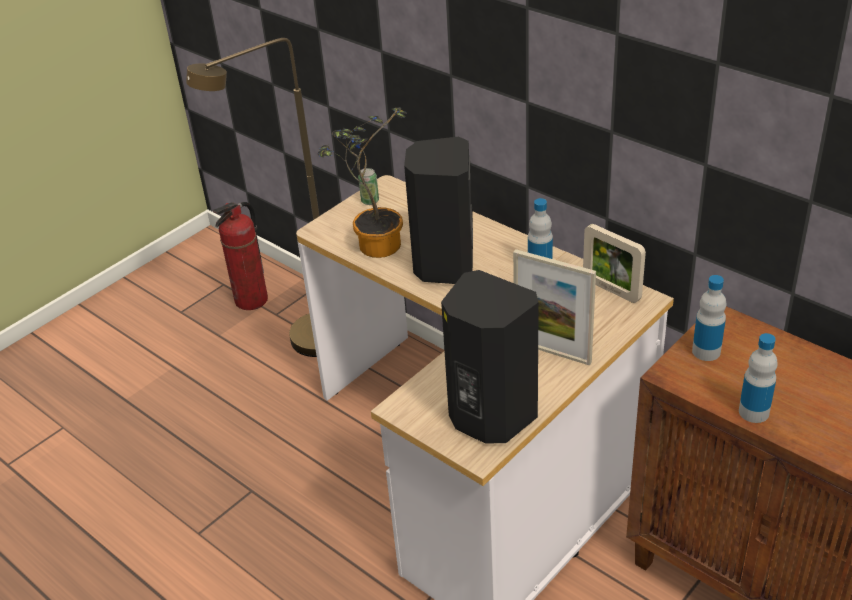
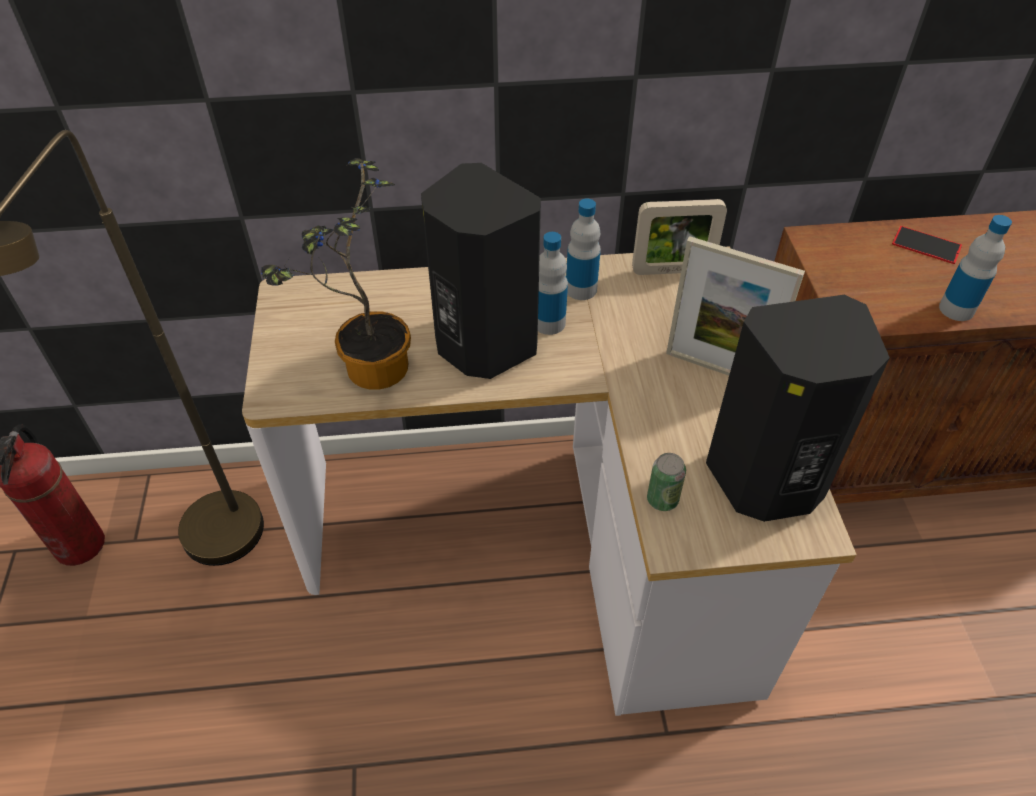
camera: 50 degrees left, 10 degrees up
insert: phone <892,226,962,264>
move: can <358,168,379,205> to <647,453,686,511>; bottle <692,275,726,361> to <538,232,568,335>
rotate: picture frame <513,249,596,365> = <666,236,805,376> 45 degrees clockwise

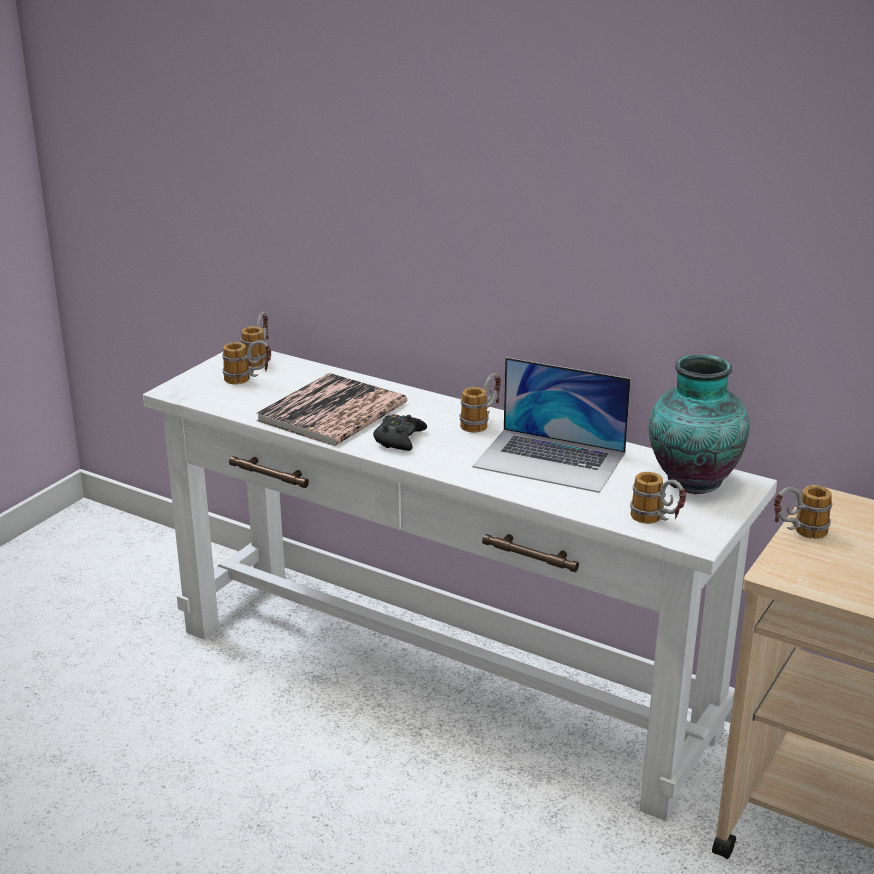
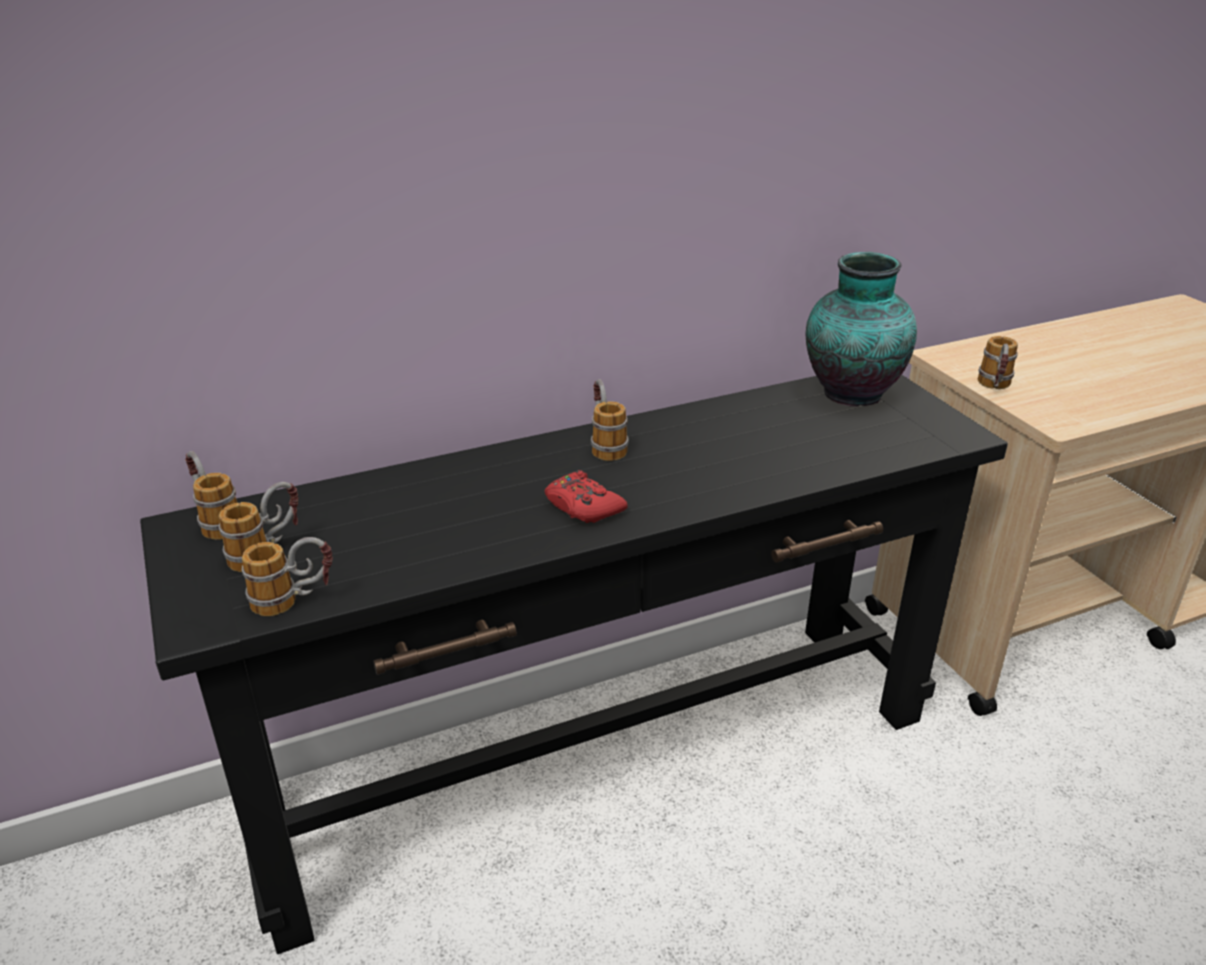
camera: 55 degrees left, 5 degrees up
delete: laptop <473,358,631,493>; book <256,373,407,446>
move: mug <630,472,686,524> to <242,537,333,616>
recolor: console table/white <143,351,777,821> to console table/black <140,375,1008,954>; game controller/black <373,414,427,451> to game controller/red <545,470,628,523>

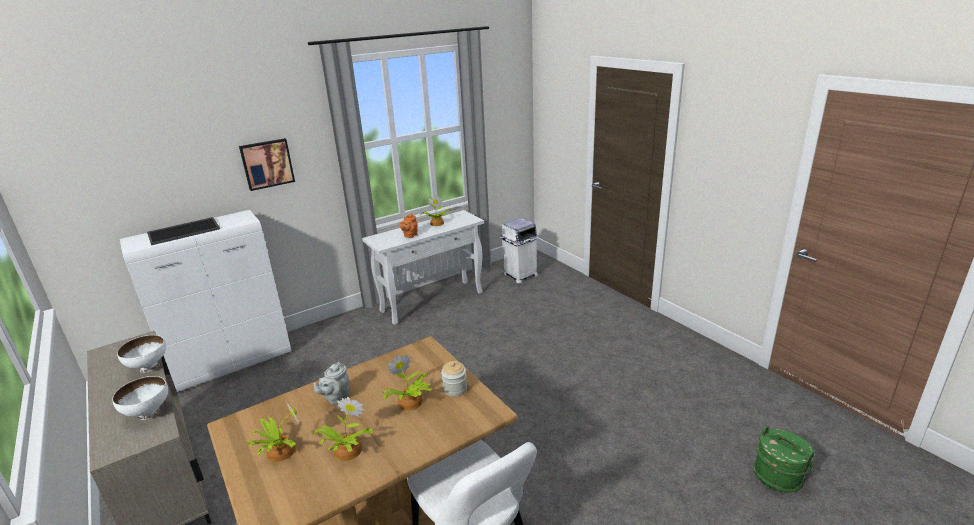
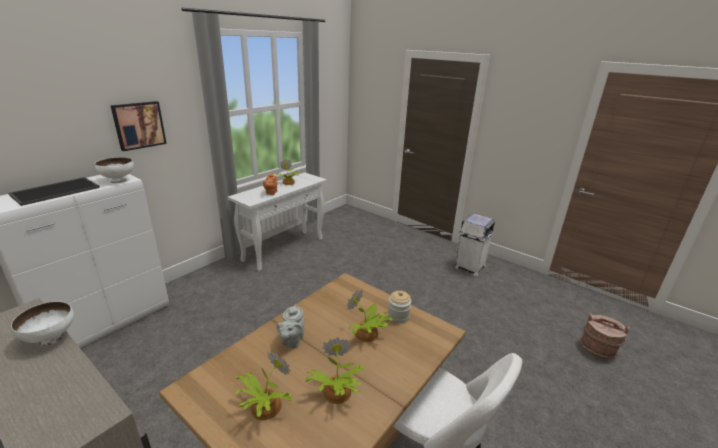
camera: 20 degrees left, 0 degrees up
move: trash can/white <500,218,539,283> to <455,213,495,276>; bowl/white <112,376,168,420> to <95,157,134,183>
recolor: bucket/green <753,425,815,493> to bucket/brown <580,313,630,360>

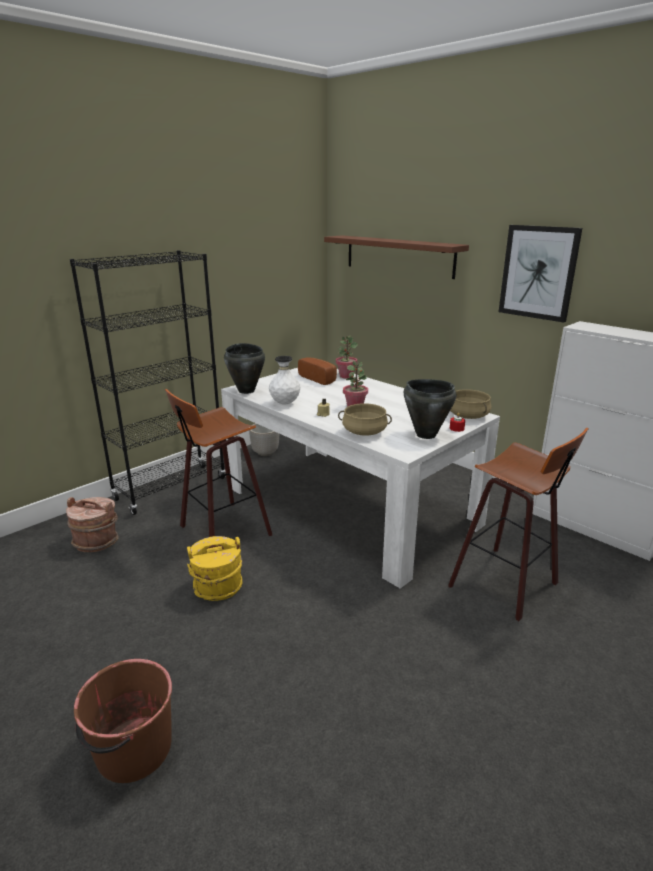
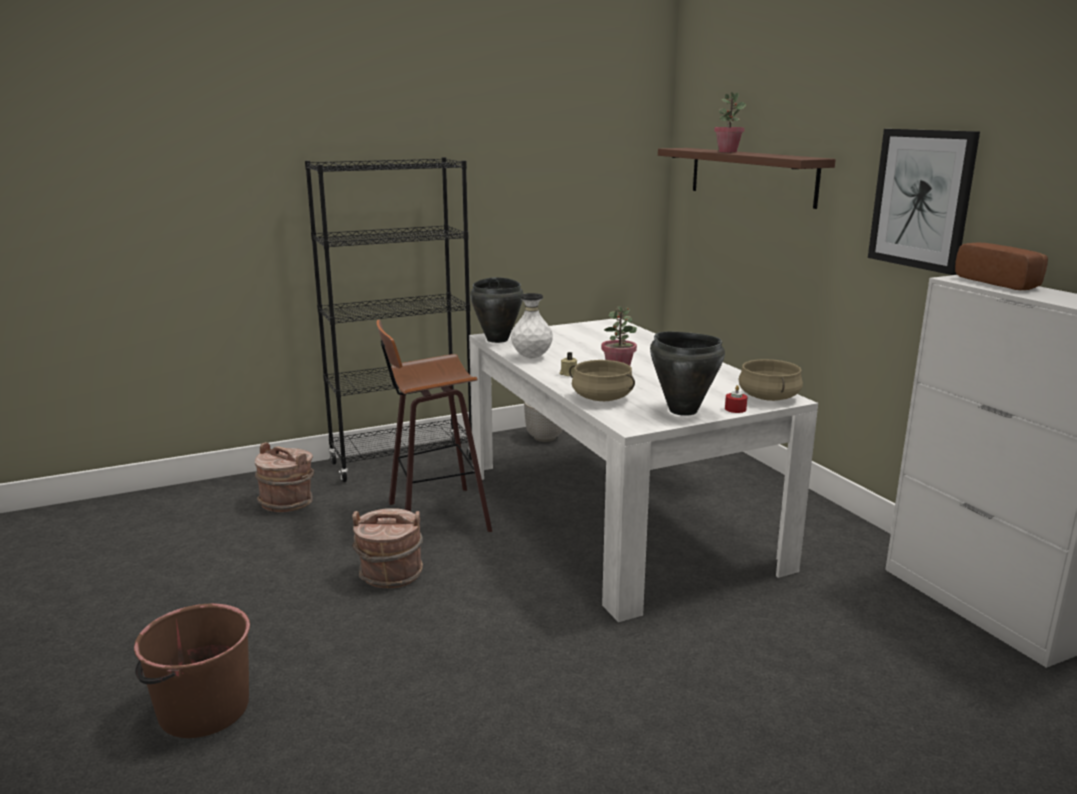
camera: 20 degrees right, 5 degrees down
delete: stool <448,428,589,621>
move: potted plant <336,335,358,378> to <714,92,746,153>; bread <298,357,337,385> to <955,243,1048,290>
recolor: bucket/yellow <187,536,242,601> to bucket/brown <352,508,423,588>

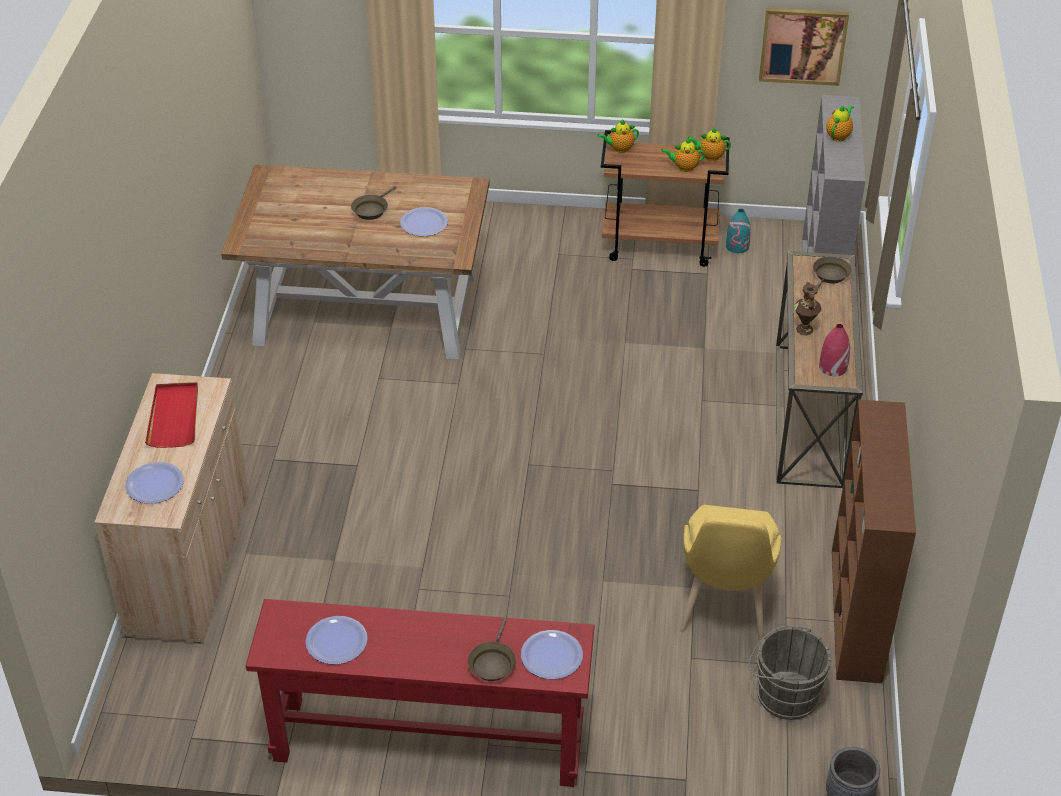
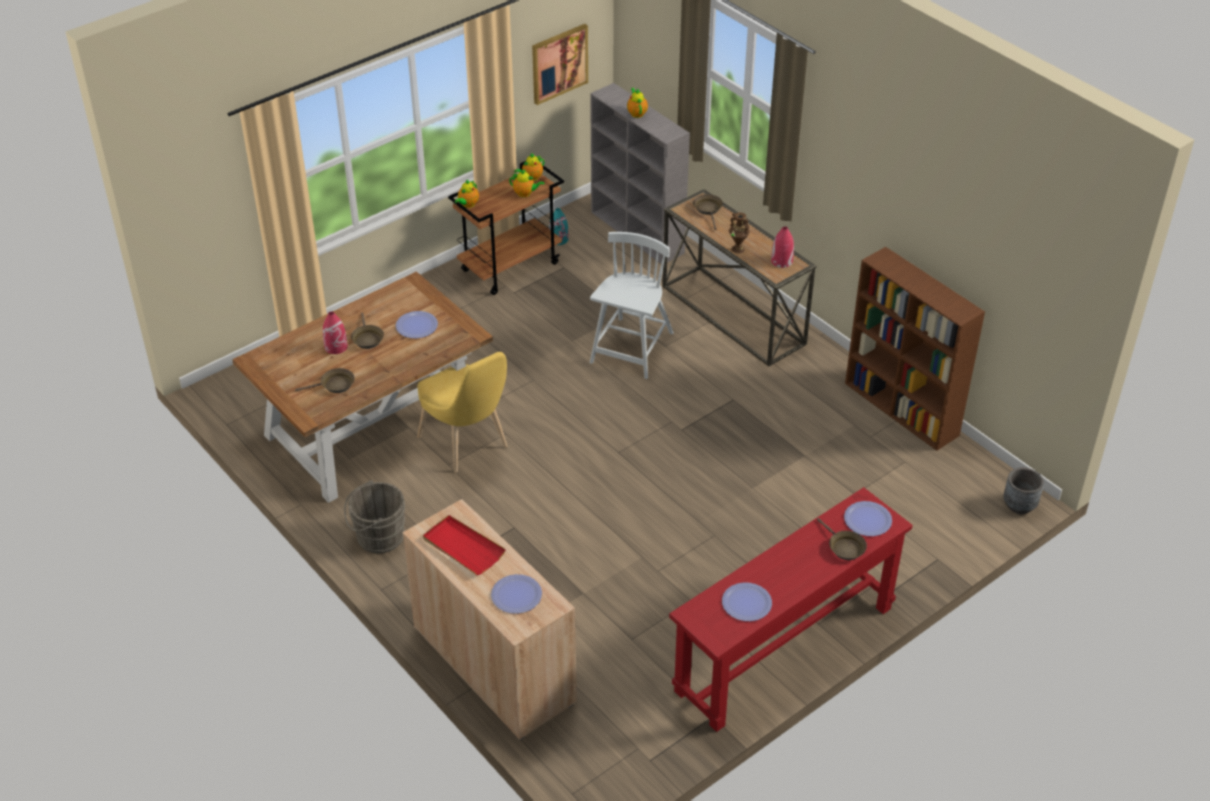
camera: 45 degrees left, 0 degrees up
insert: chair/white <590,232,674,379>; vase/red <323,311,348,354>; frying pan/brown <295,368,355,393>
move: chair/yellow <681,505,782,640> to <417,352,508,473>; bucket/grey <748,626,831,720> to <344,480,405,553>
rotate: teapot <661,138,705,172> = <509,169,545,197> 120 degrees counterclockwise

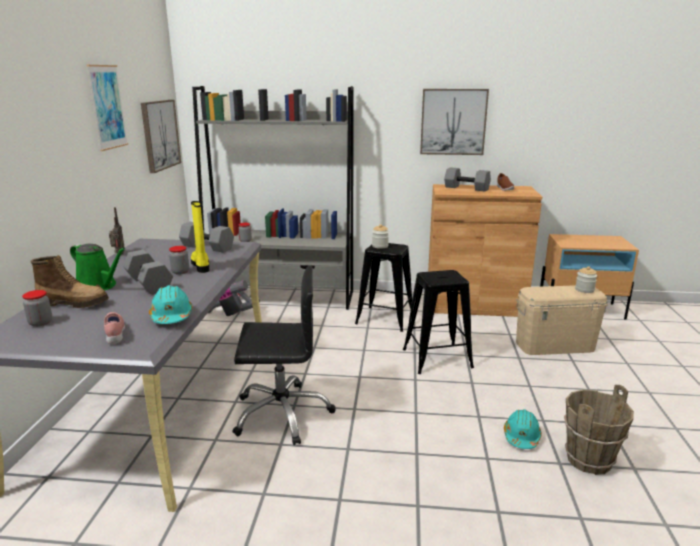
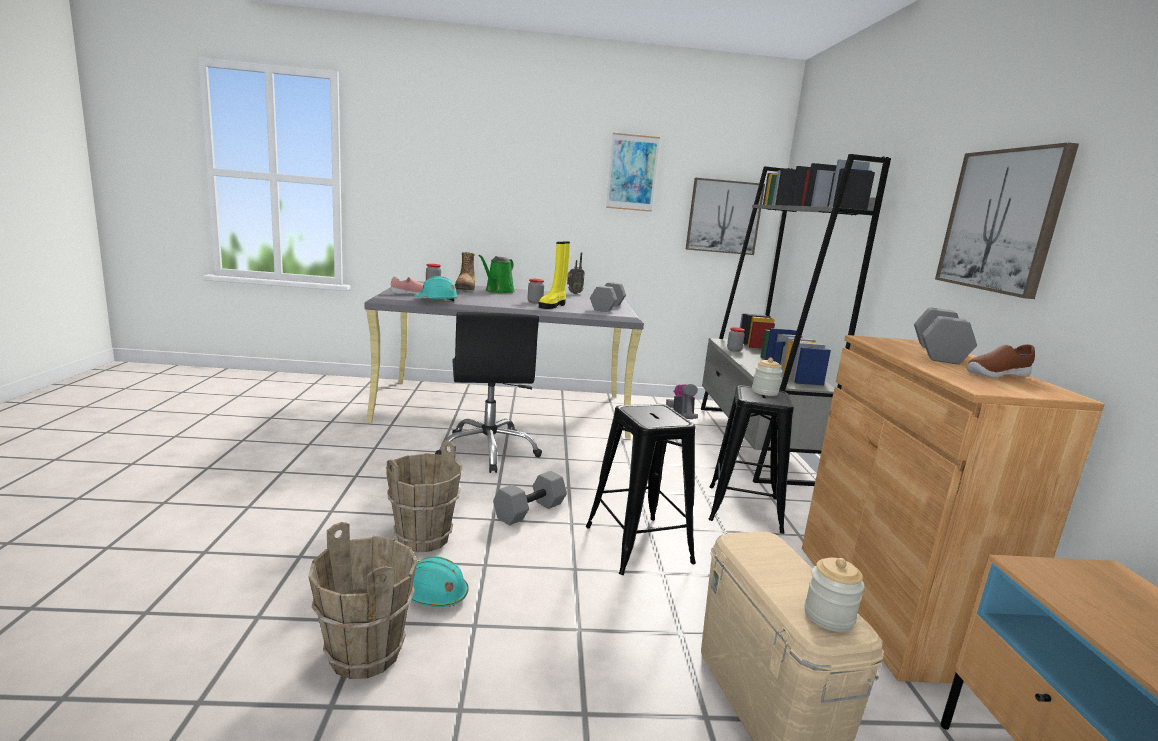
camera: 80 degrees right, 5 degrees down
insert: bucket/brown <386,440,463,552>
move: dumbbell/grey <123,250,173,295> to <493,471,567,525>
rotate: boot/yellow <191,201,209,273> = <539,241,570,309> 150 degrees clockwise

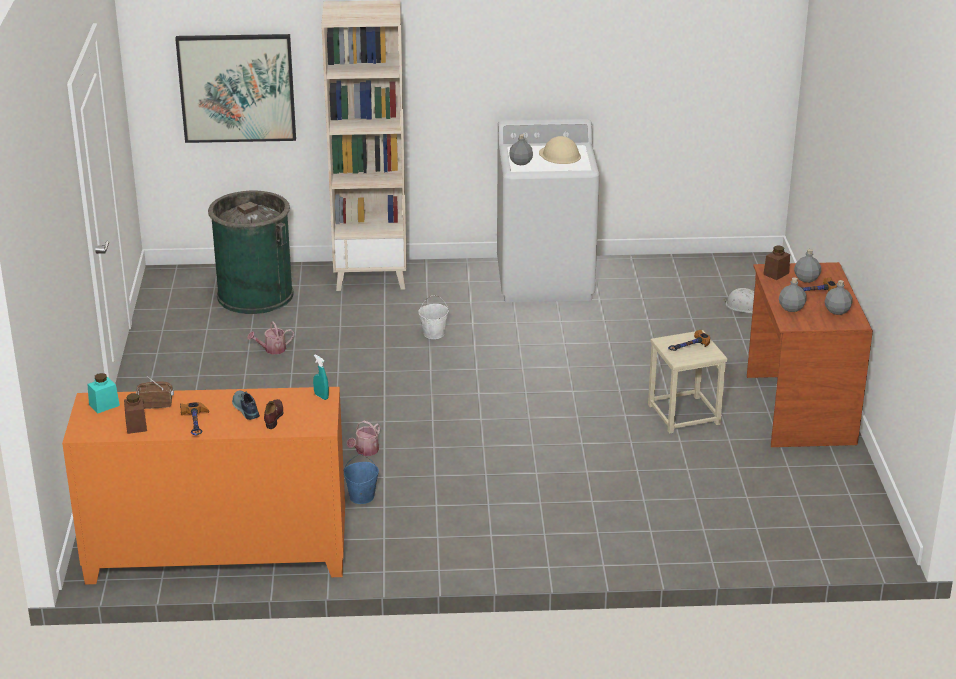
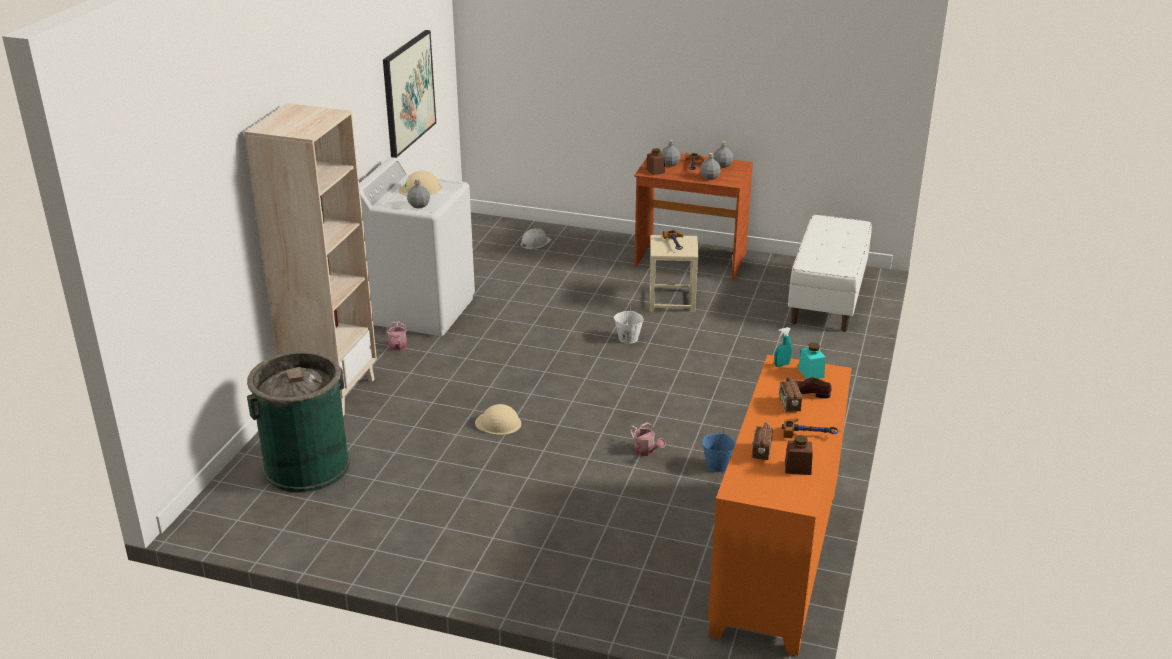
camera: 70 degrees left, 0 degrees up
insert: bench/white <788,215,872,332>; hard hat/beige <475,404,522,435>
move: picture <175,34,296,143> to <383,30,436,158>; bucket/white <418,295,449,339> to <614,304,644,344>; watering can <247,321,294,355> to <386,322,408,351>; jar/turquoise <87,373,120,414> to <798,343,826,379>
replace: shoe <232,391,260,420> to radio <779,377,802,412>

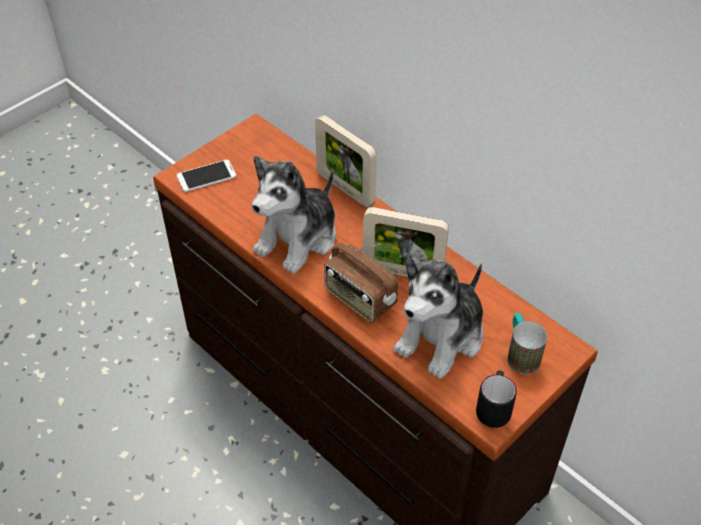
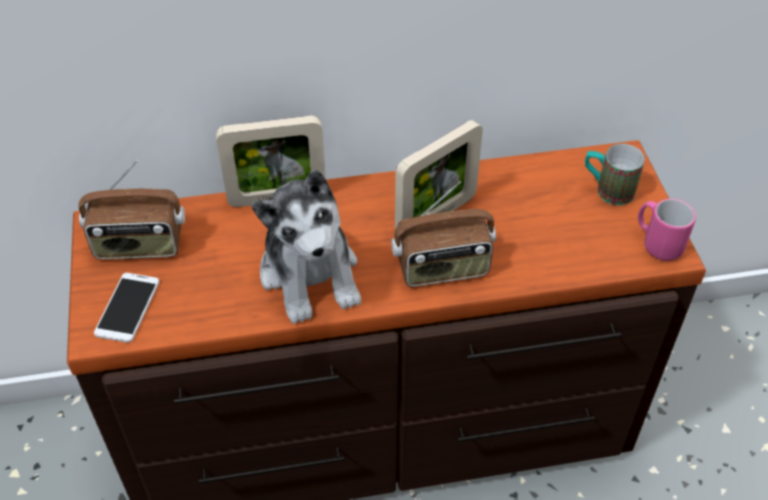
camera: 55 degrees left, 0 degrees up
delete: plush toy <393,253,483,379>
insert: radio <78,160,185,260>
recolor: mug/black <476,371,517,428> to mug/pink <638,199,696,261>

